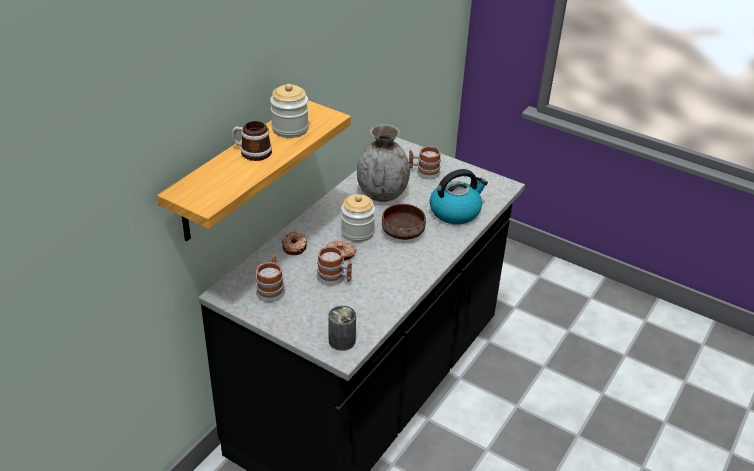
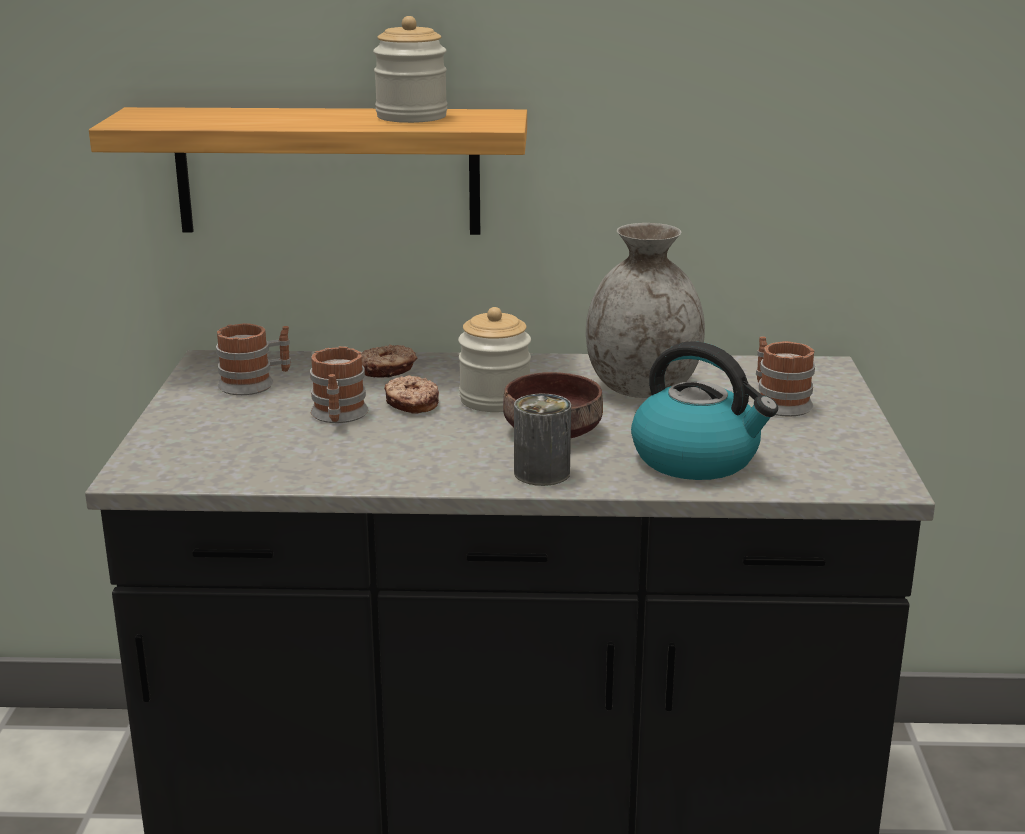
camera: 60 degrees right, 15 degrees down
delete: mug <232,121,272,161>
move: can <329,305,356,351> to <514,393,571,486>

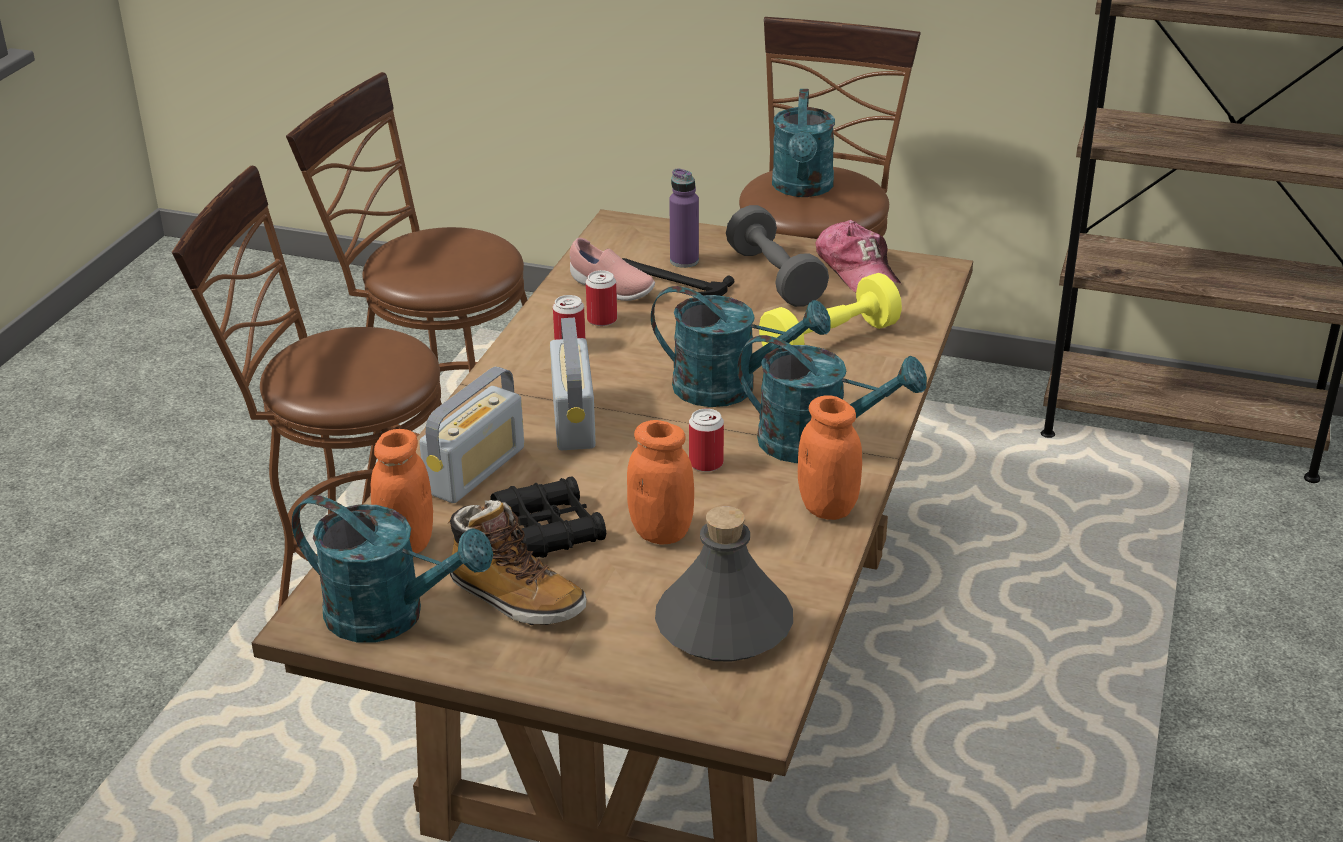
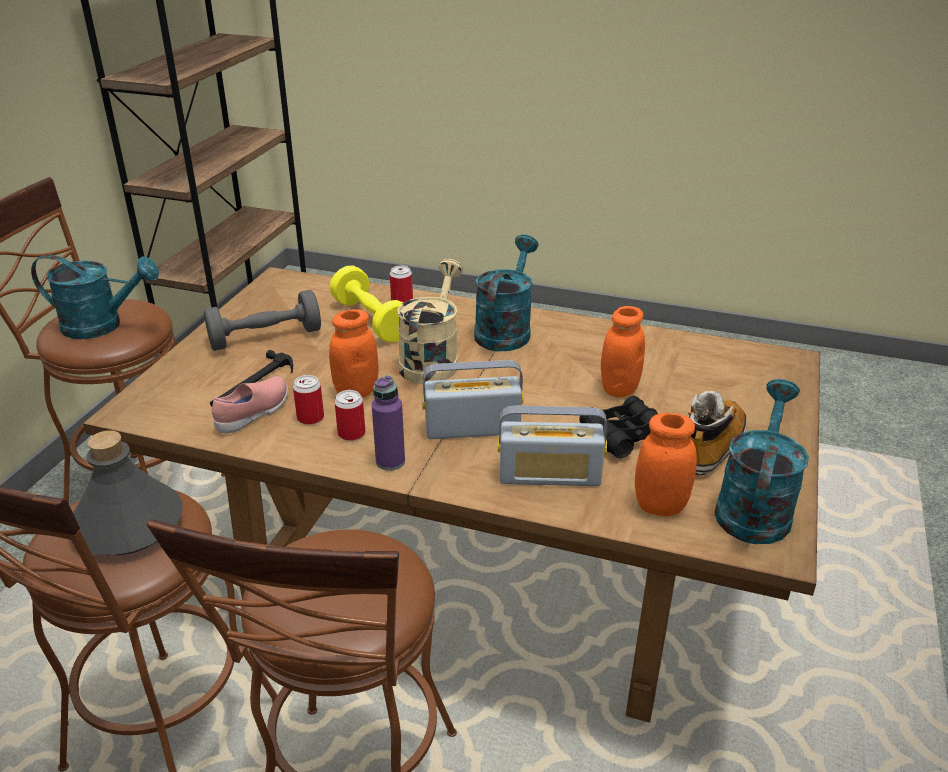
camera: 90 degrees left, 0 degrees up
delete: cap <815,220,901,293>
move: bottle/purple <669,168,699,268> to <372,375,405,471>; jar/orange <798,395,862,520> to <329,309,379,398>; can <689,408,724,472> to <390,265,413,303>; bottle/grey <655,506,793,662> to <70,430,183,556>
recolor: watering can/turquoise <651,286,831,407> to watering can/beige <397,259,463,384>
rotate: radio <419,366,524,503> = <498,406,607,486> 150 degrees clockwise

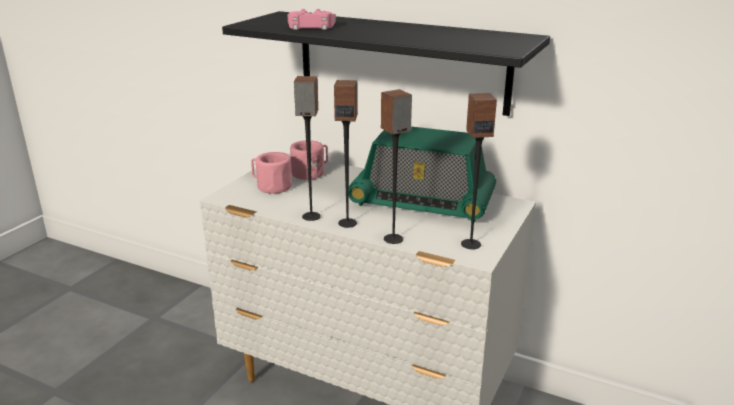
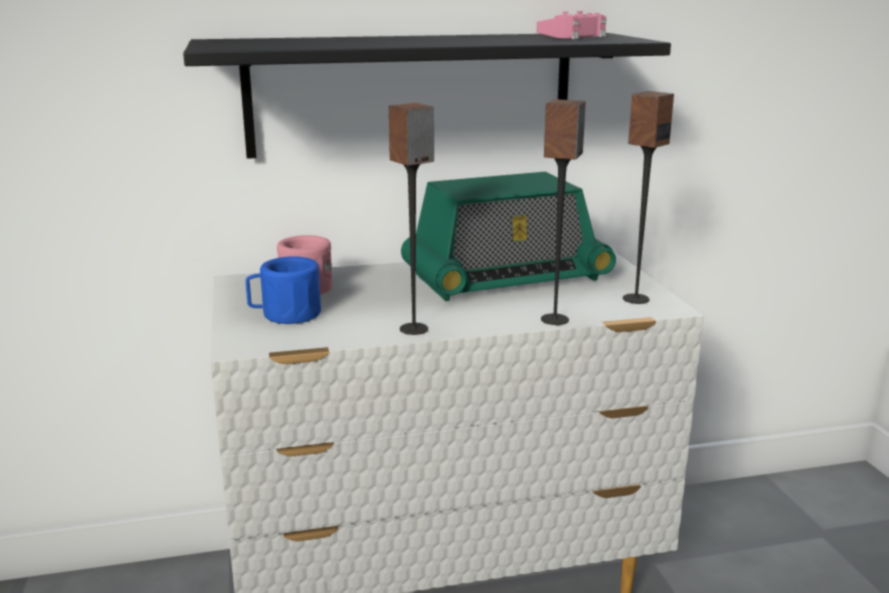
camera: 40 degrees left, 5 degrees down
delete: speaker <334,80,357,228>
move: game controller/pink <287,9,336,30> to <537,11,606,39>
recolor: mug/pink <251,152,292,194> to mug/blue <246,256,321,324>

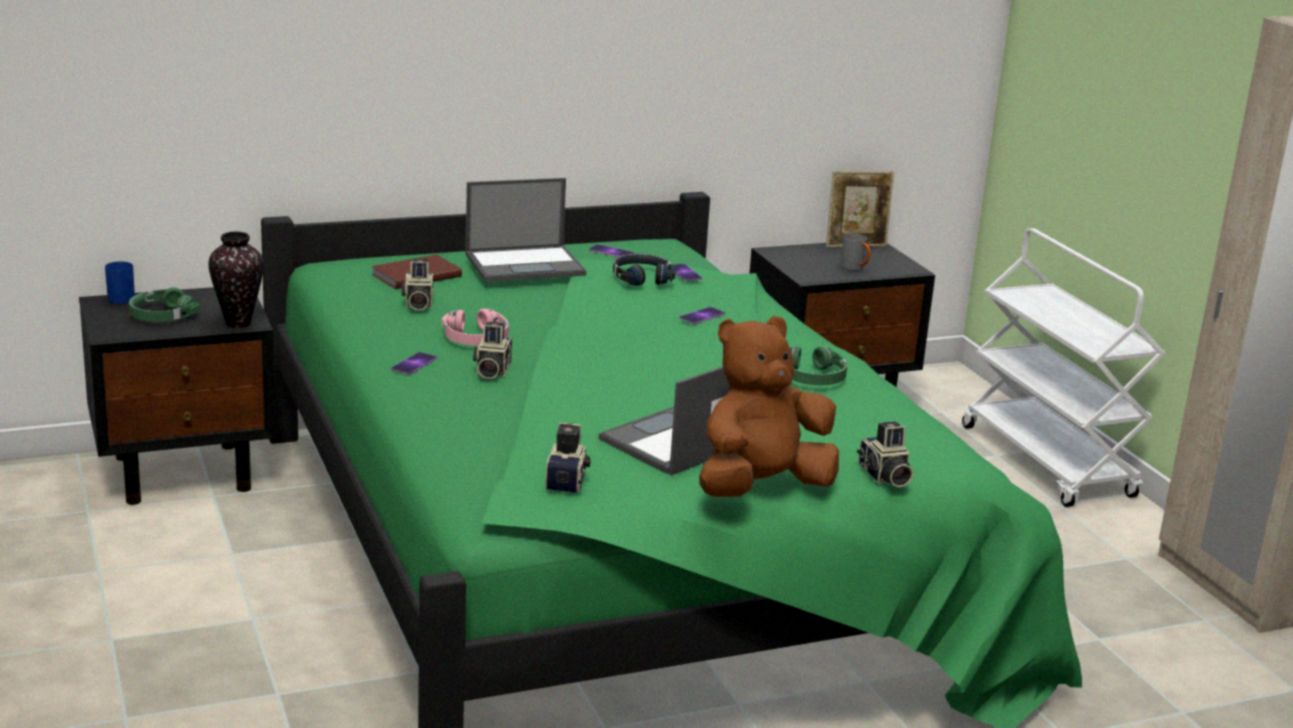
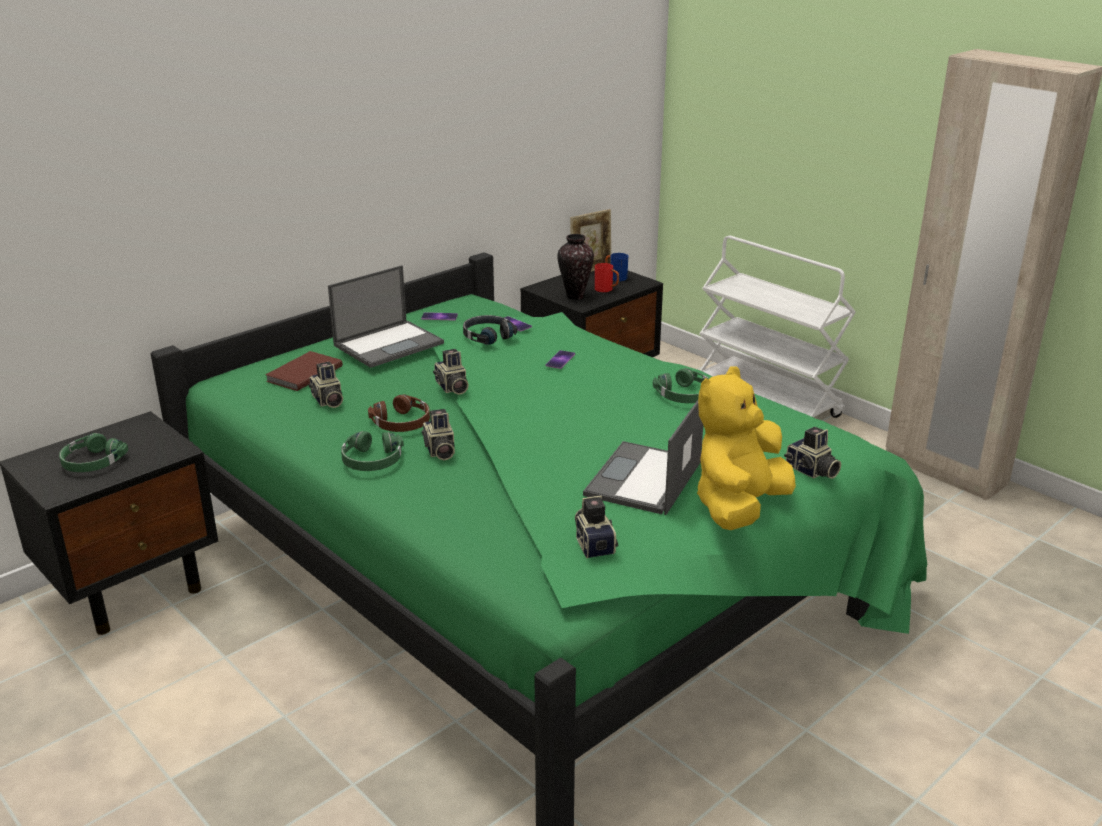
camera: 20 degrees left, 5 degrees up
insert: photo camera <433,349,469,395>
move: vase <208,231,264,328> to <557,234,594,300>; mug/blue <105,261,135,304> to <605,253,628,281>
replace: phone <391,352,437,375> to headphones/green <341,431,404,471>
recolor: mug/grey <841,233,871,271> to mug/red <595,263,619,292>; headphones/pink <442,308,509,346> to headphones/brown <368,394,430,432>; plush toy/brown <699,316,839,497> to plush toy/yellow <697,366,796,530>

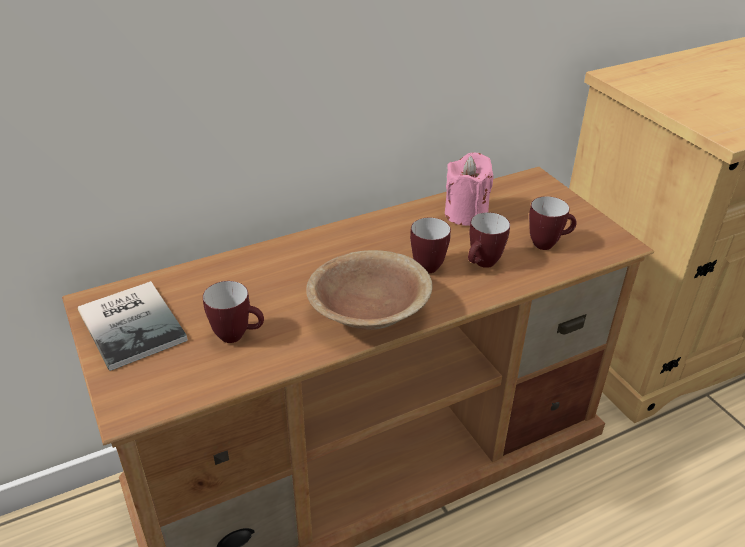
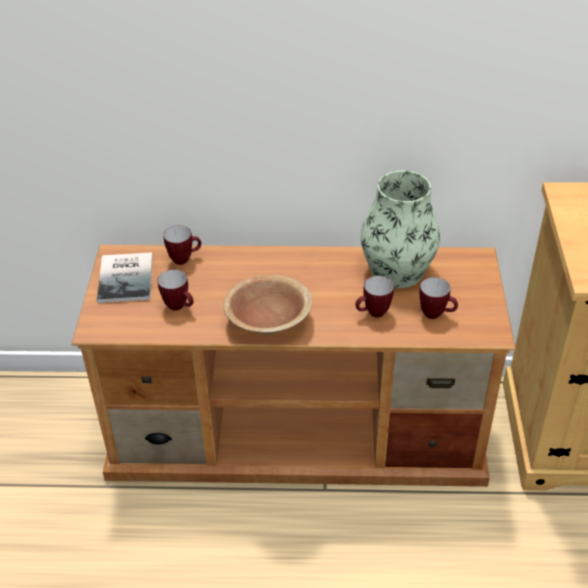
camera: 30 degrees right, 5 degrees up
move: mug <410,218,451,273> to <163,225,201,265>
replace: candle/pink <445,152,494,226> to vase <361,171,440,288>

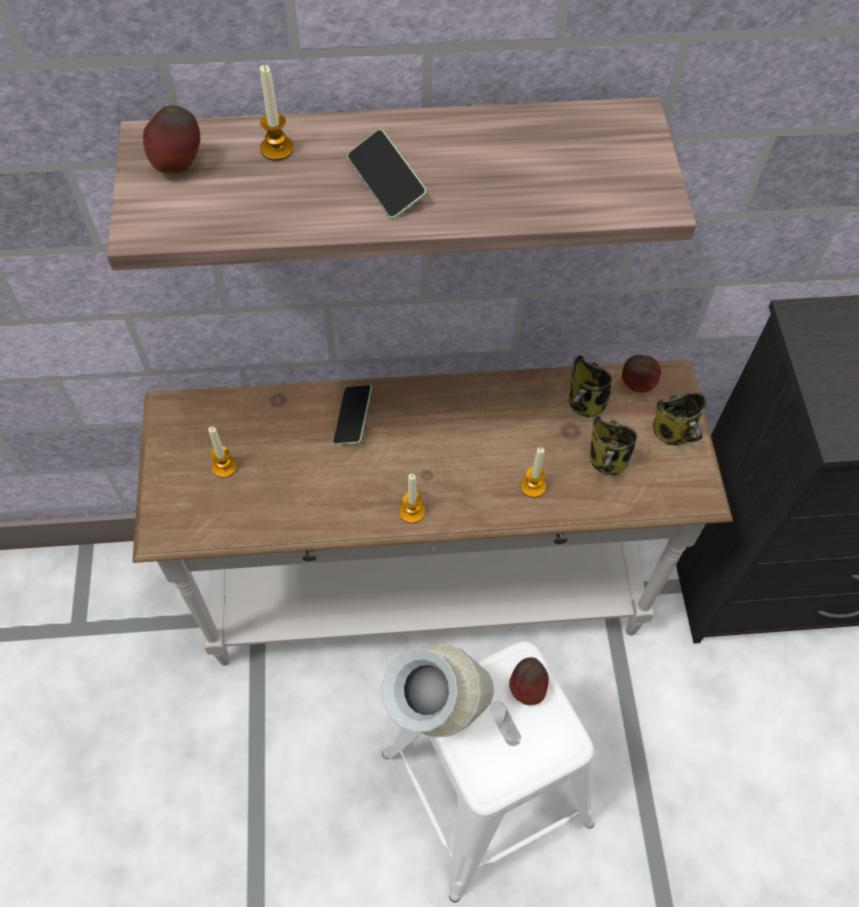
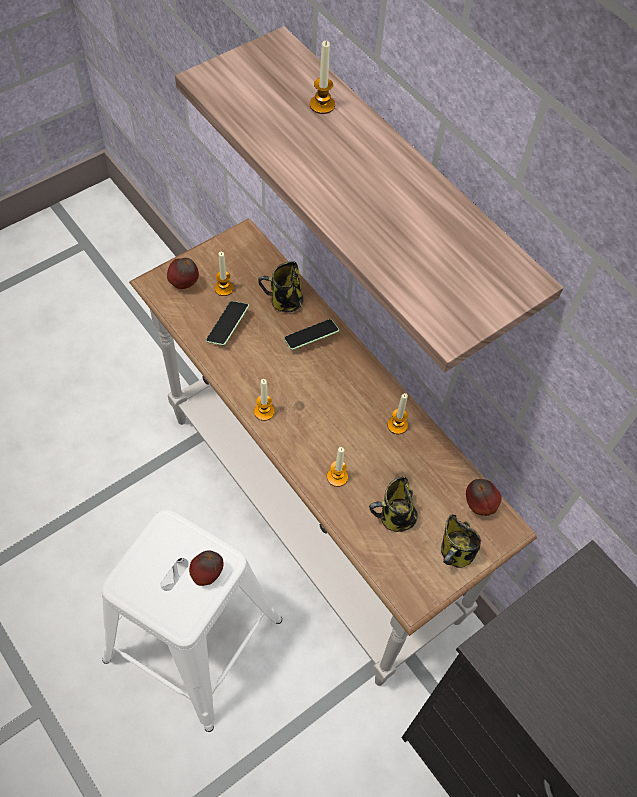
camera: 55 degrees right, 0 degrees up
delete: vase <382,643,494,738>
insert: candle <387,393,408,434>
move: apple <143,105,200,174> to <167,258,199,289>; phone <347,129,427,219> to <206,301,249,345>; mug <569,355,612,417> to <258,261,304,312>

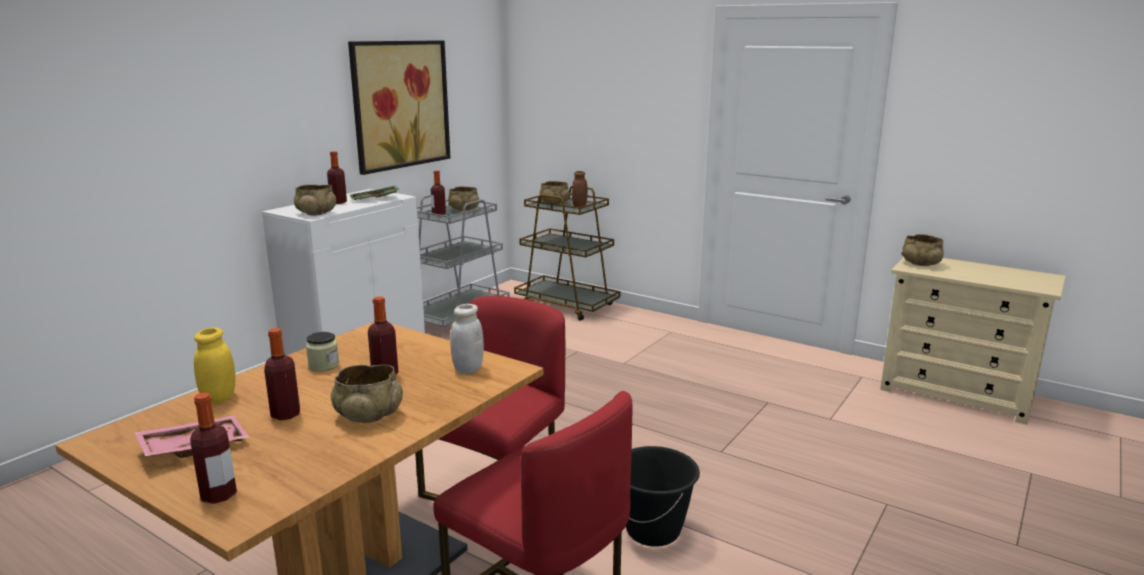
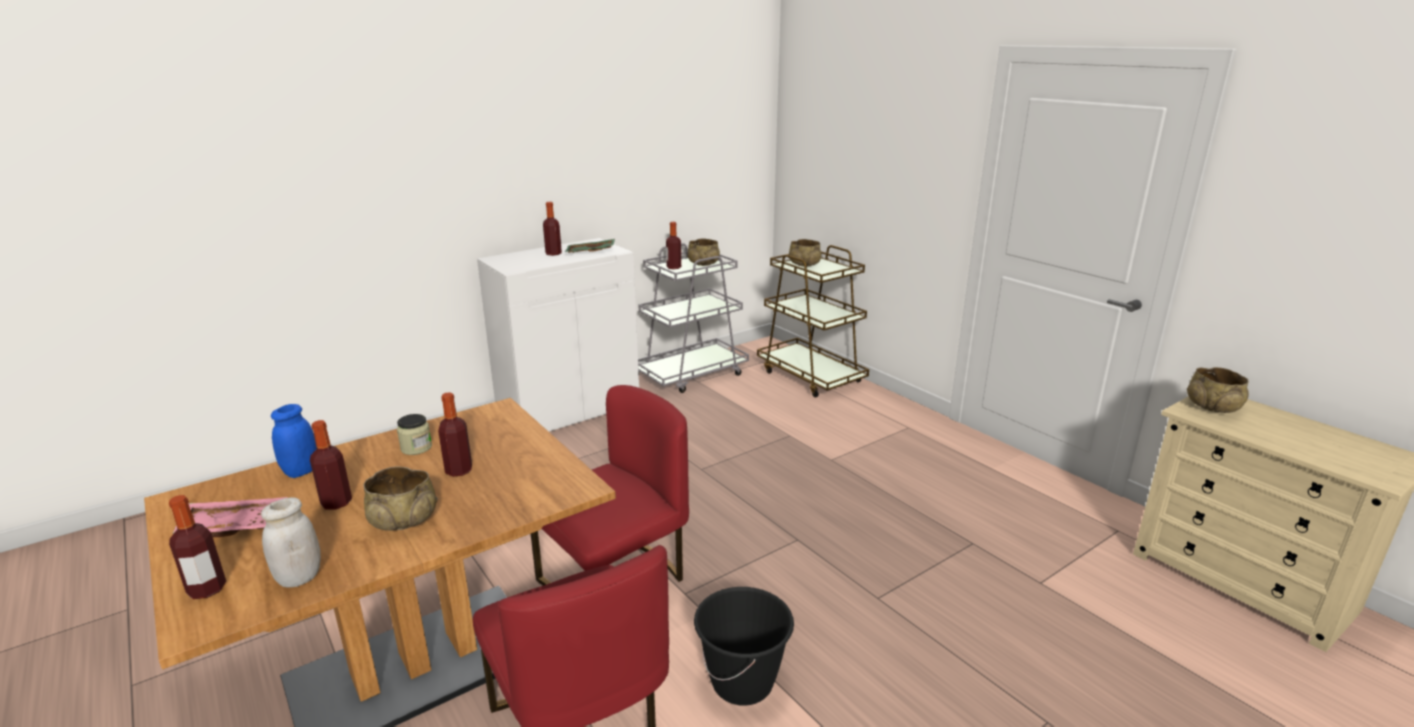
camera: 20 degrees right, 5 degrees up
delete: picture <348,40,450,175>; jar/brown <572,171,588,207>; bowl/beige <294,185,336,216>
move: jar/white <450,304,484,374> to <261,497,321,588>
recolor: jar/yellow <194,327,235,404> to jar/blue <271,404,317,478>

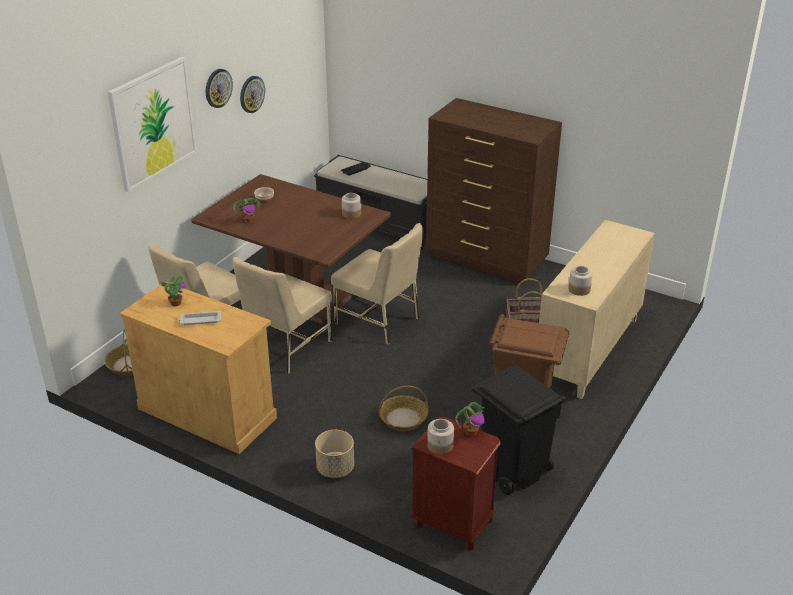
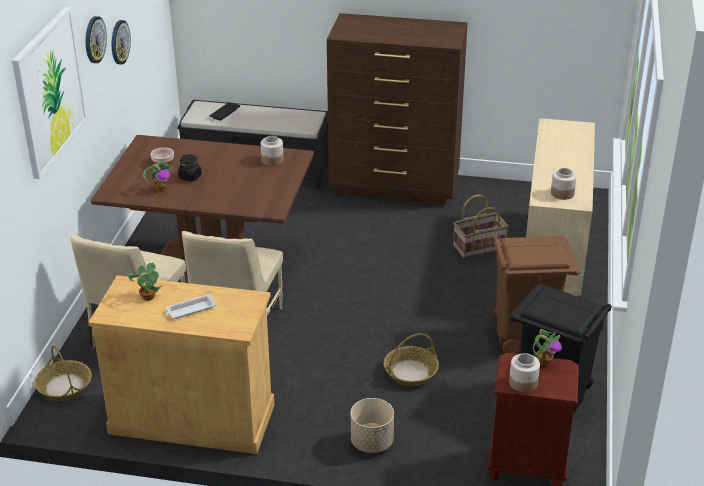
camera: 20 degrees left, 0 degrees up
delete: chair/beige <331,223,423,344>
insert: jar/black <178,154,202,182>

